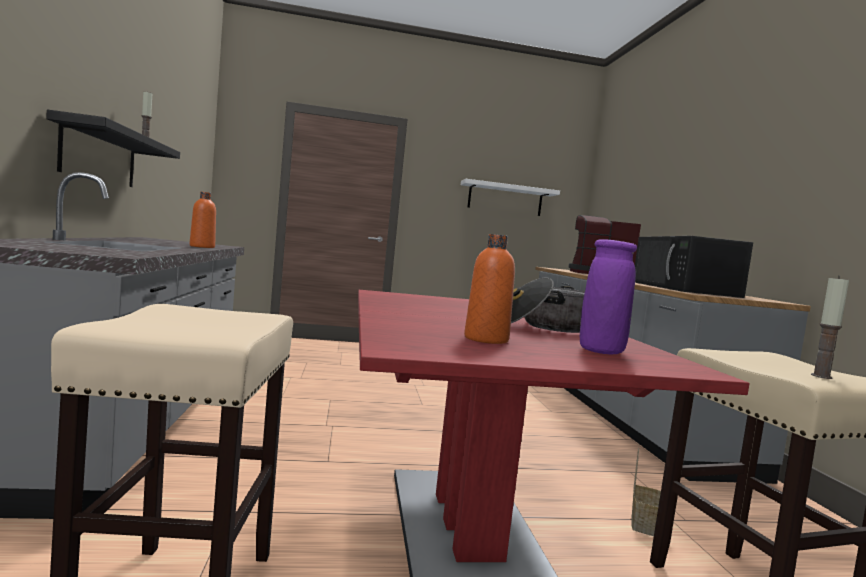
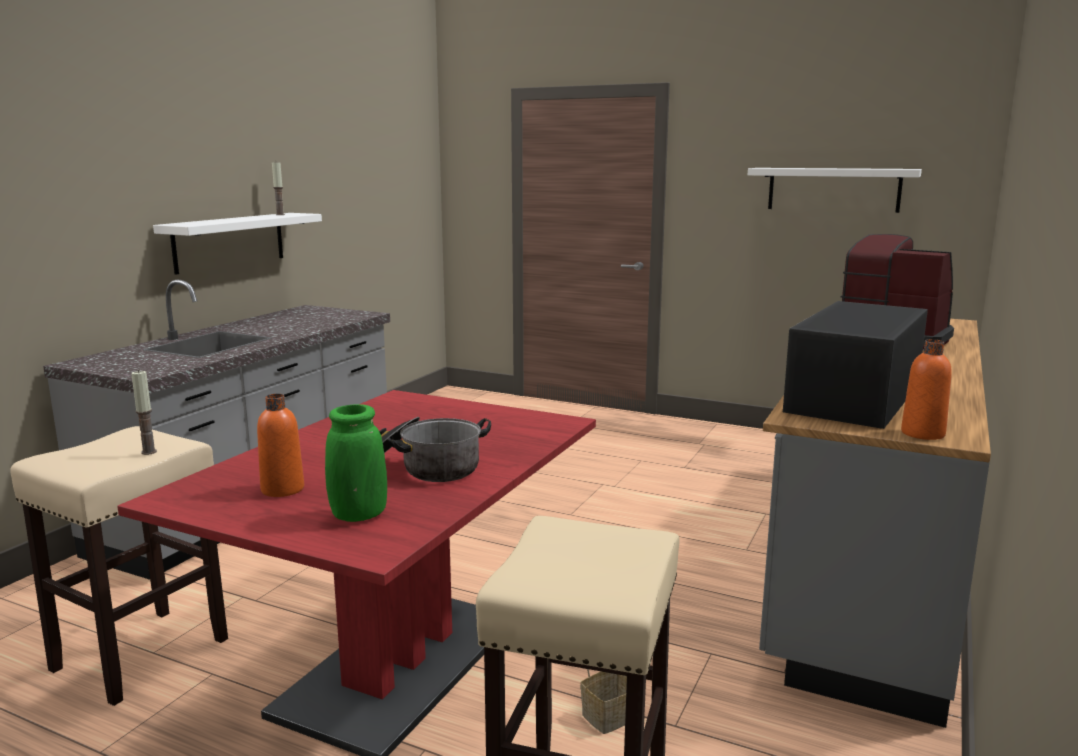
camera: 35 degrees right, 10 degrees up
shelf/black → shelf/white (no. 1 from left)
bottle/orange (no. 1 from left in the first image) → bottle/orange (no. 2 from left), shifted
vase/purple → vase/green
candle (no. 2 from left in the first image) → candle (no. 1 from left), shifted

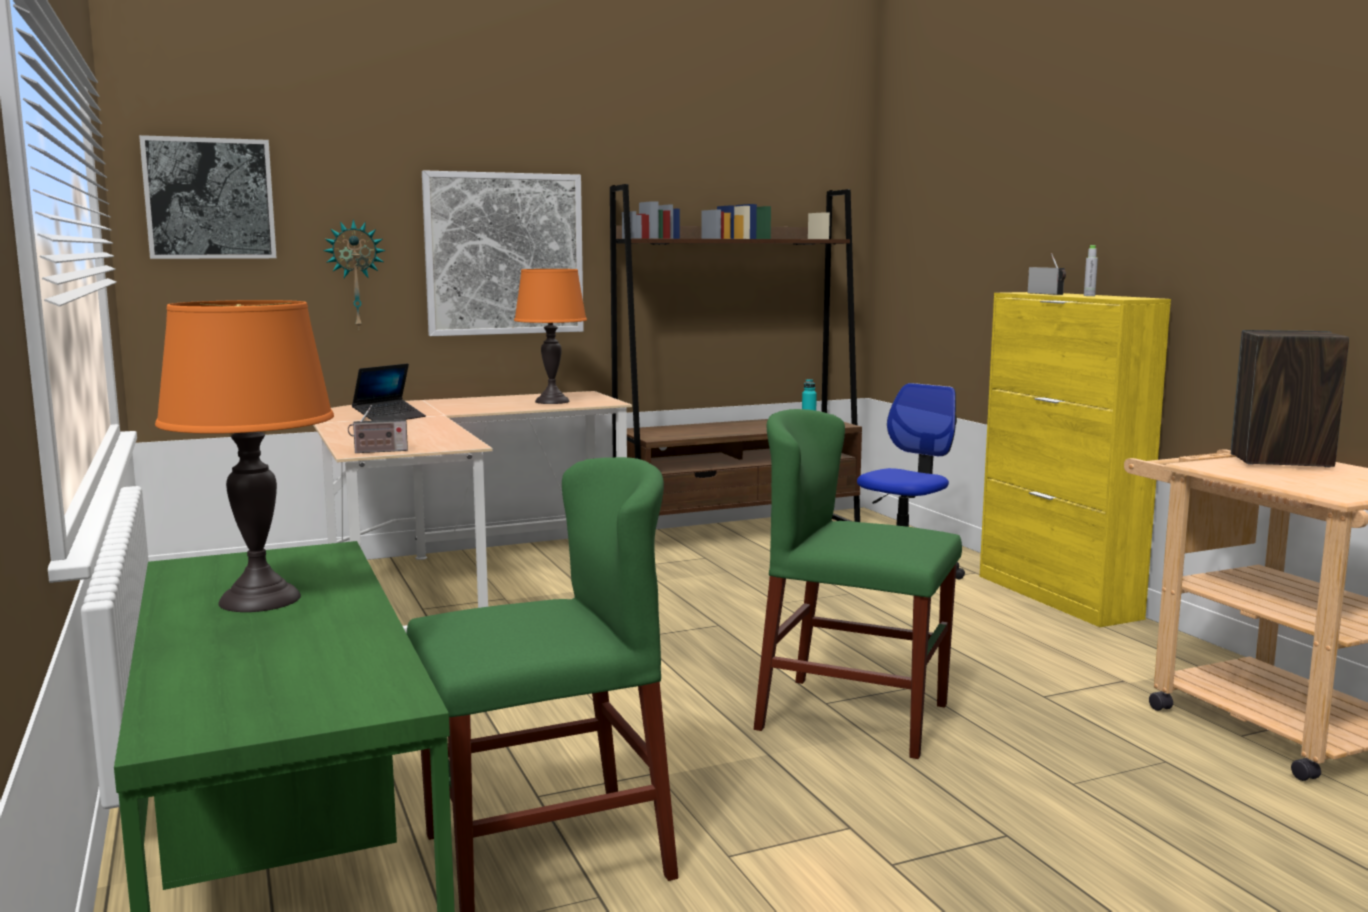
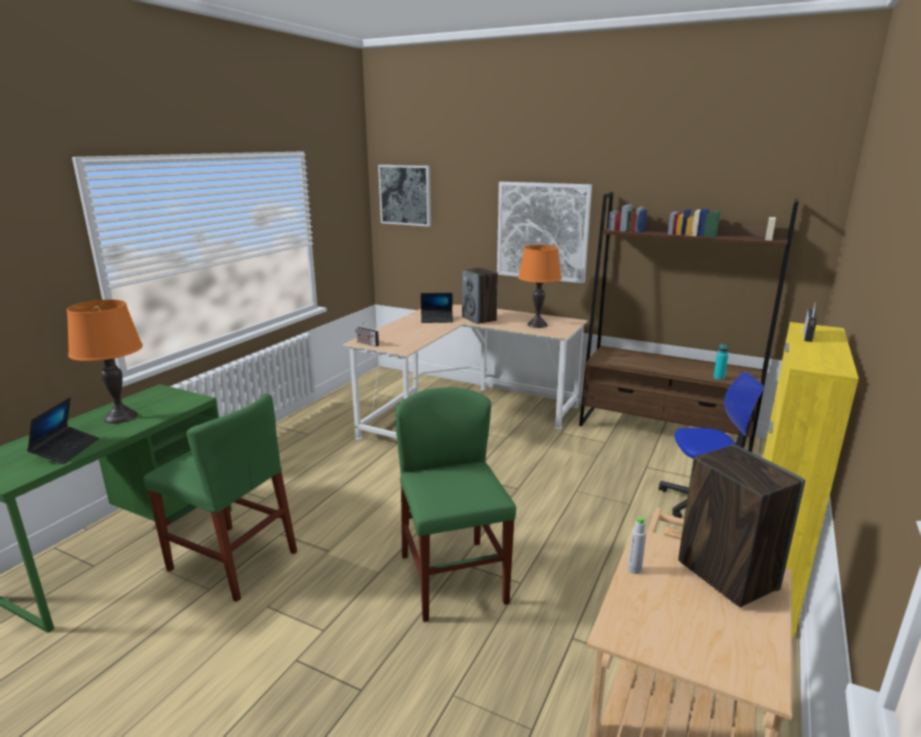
camera: 50 degrees right, 10 degrees up
wall clock → -
bottle/grey, shifted
- → laptop (no. 1 from left)
- → speaker (no. 1 from left)

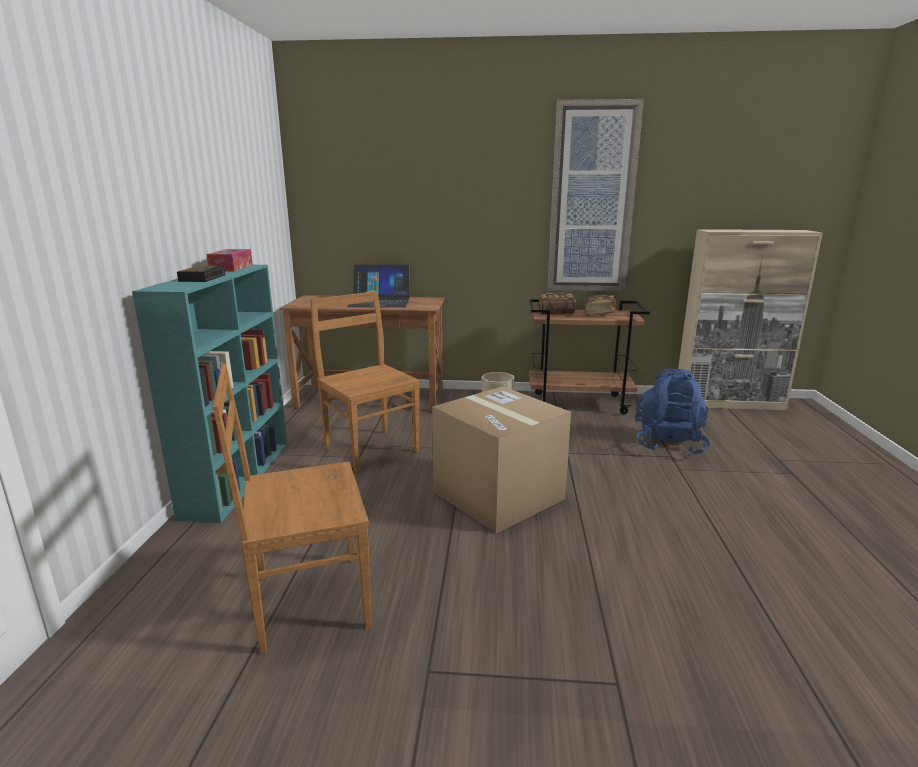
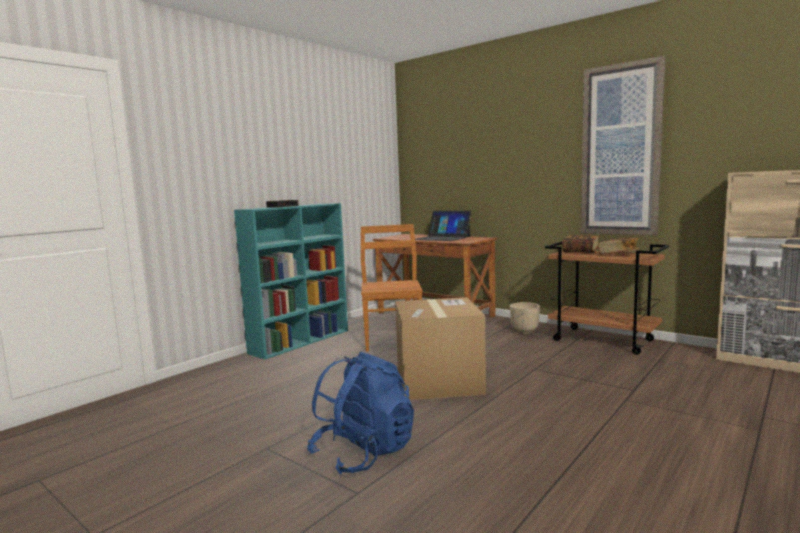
camera: 35 degrees right, 10 degrees down
tissue box → -
chair/brown (no. 1 from left) → -
backpack/blue, shifted

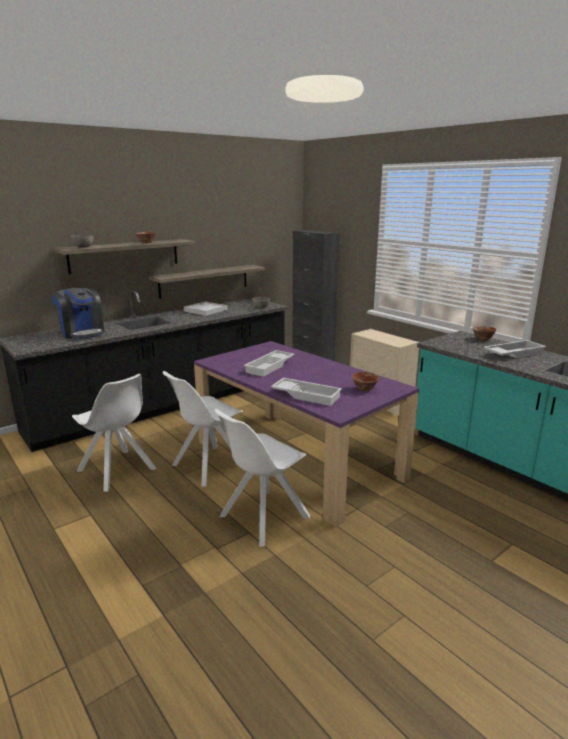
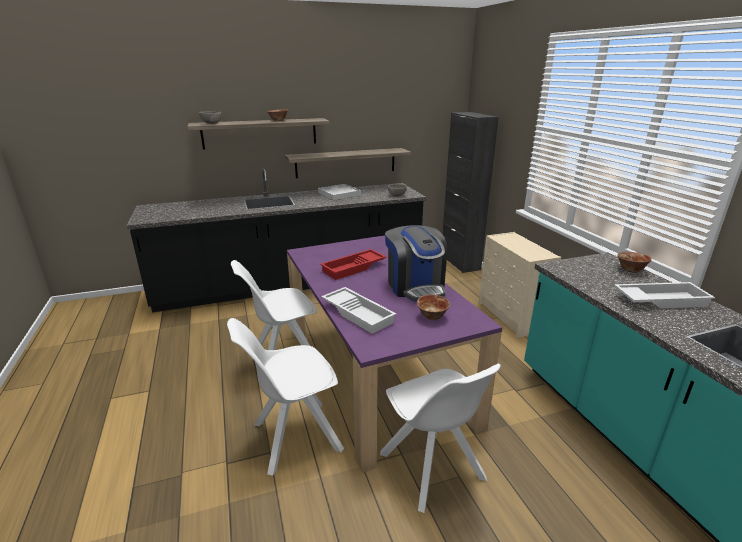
camera: 20 degrees right, 5 degrees up
coffee machine, shifted
chair/white (no. 1 from left in the first image) → chair/white (no. 3 from left), shifted
tray/white (no. 2 from left) → tray/red

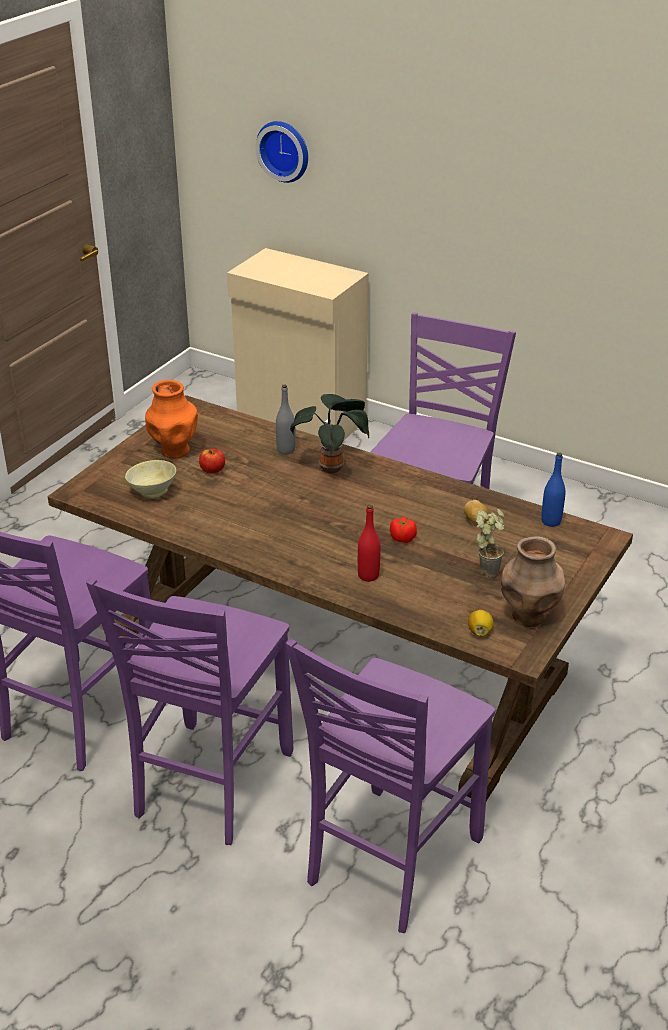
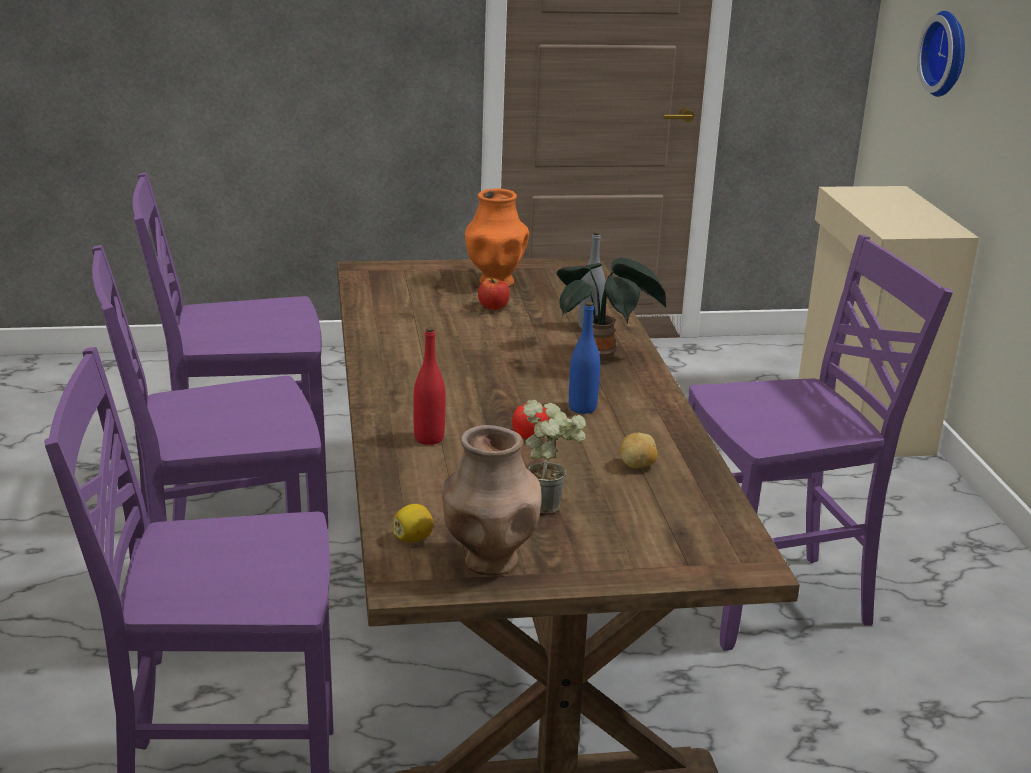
camera: 50 degrees right, 10 degrees down
bowl/beige → -
bottle/blue, shifted

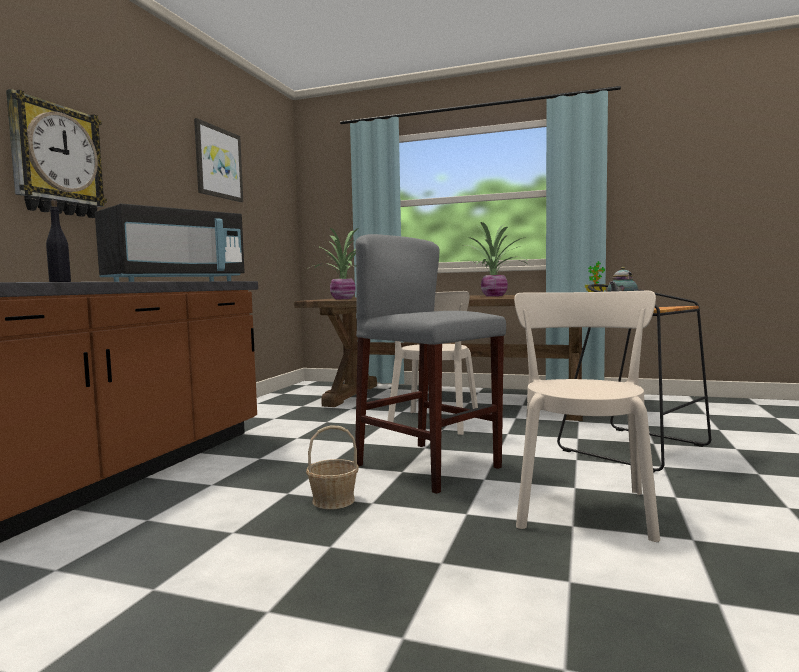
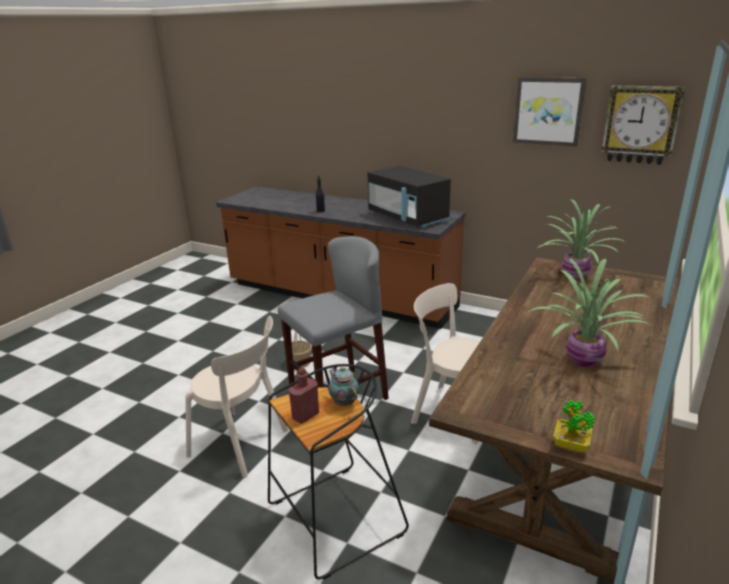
camera: 100 degrees right, 20 degrees up
wall clock, shifted
- → bottle/red

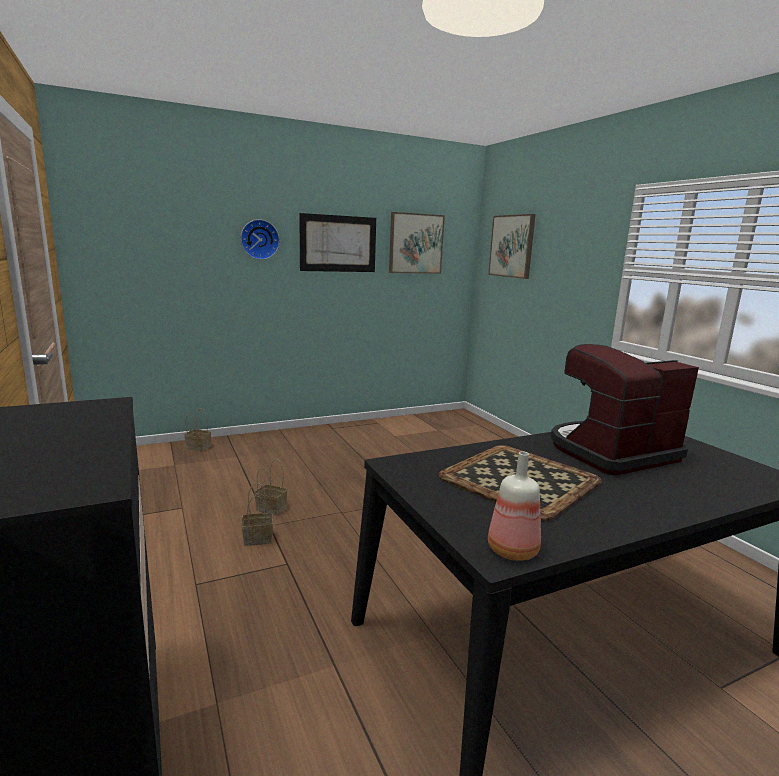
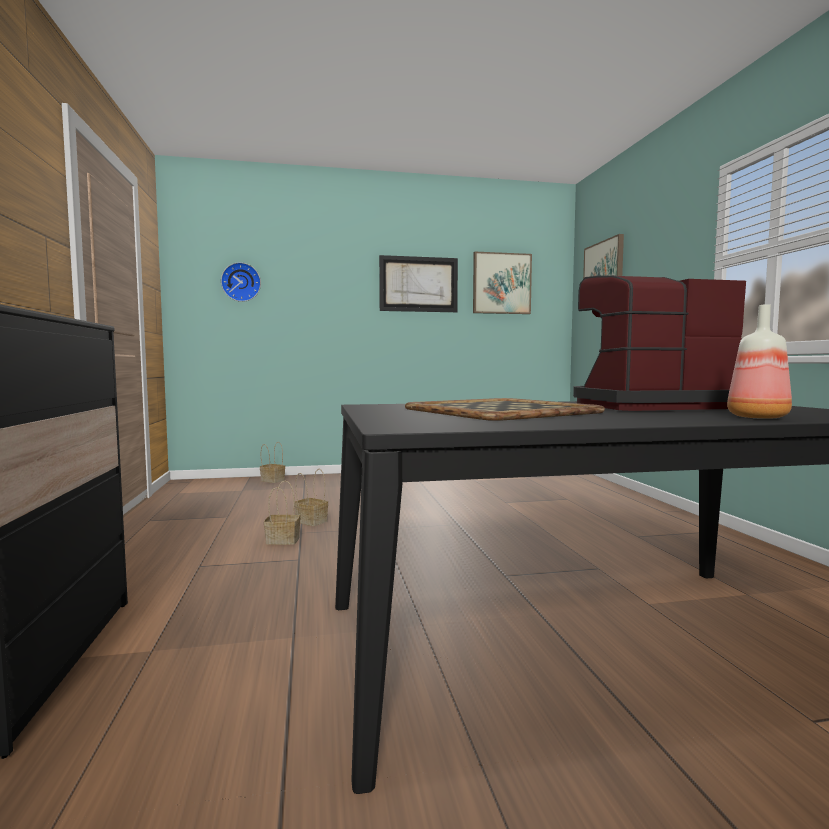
camera: 15 degrees right, 10 degrees down
wall clock, shifted
bottle, shifted

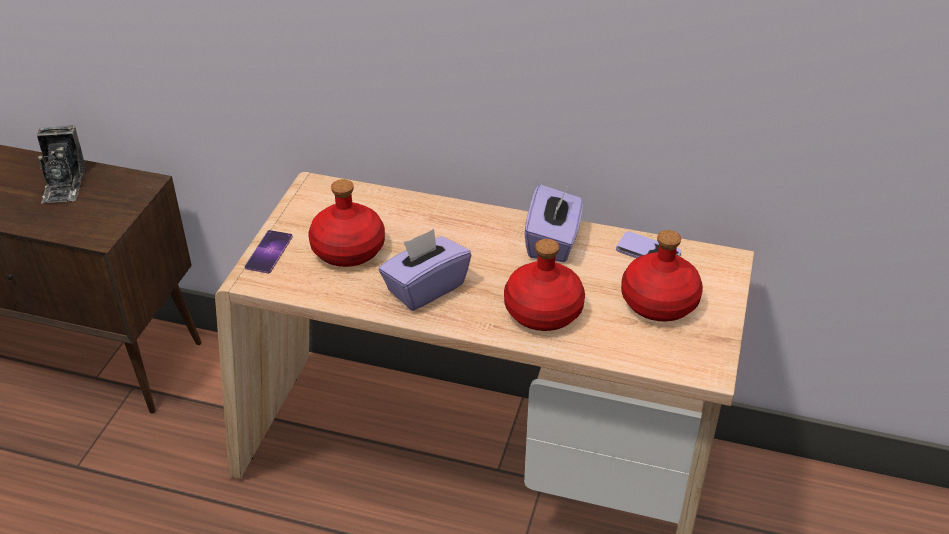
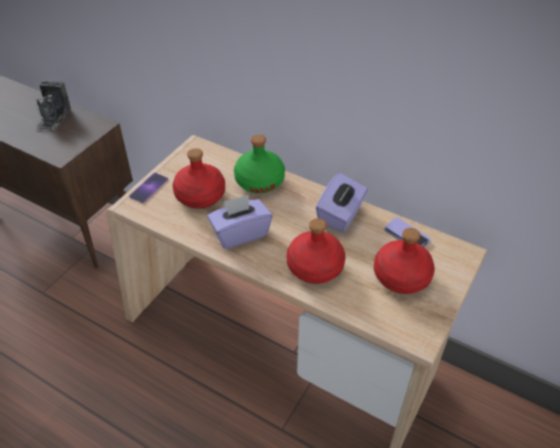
camera: 15 degrees right, 5 degrees up
- → bottle/green

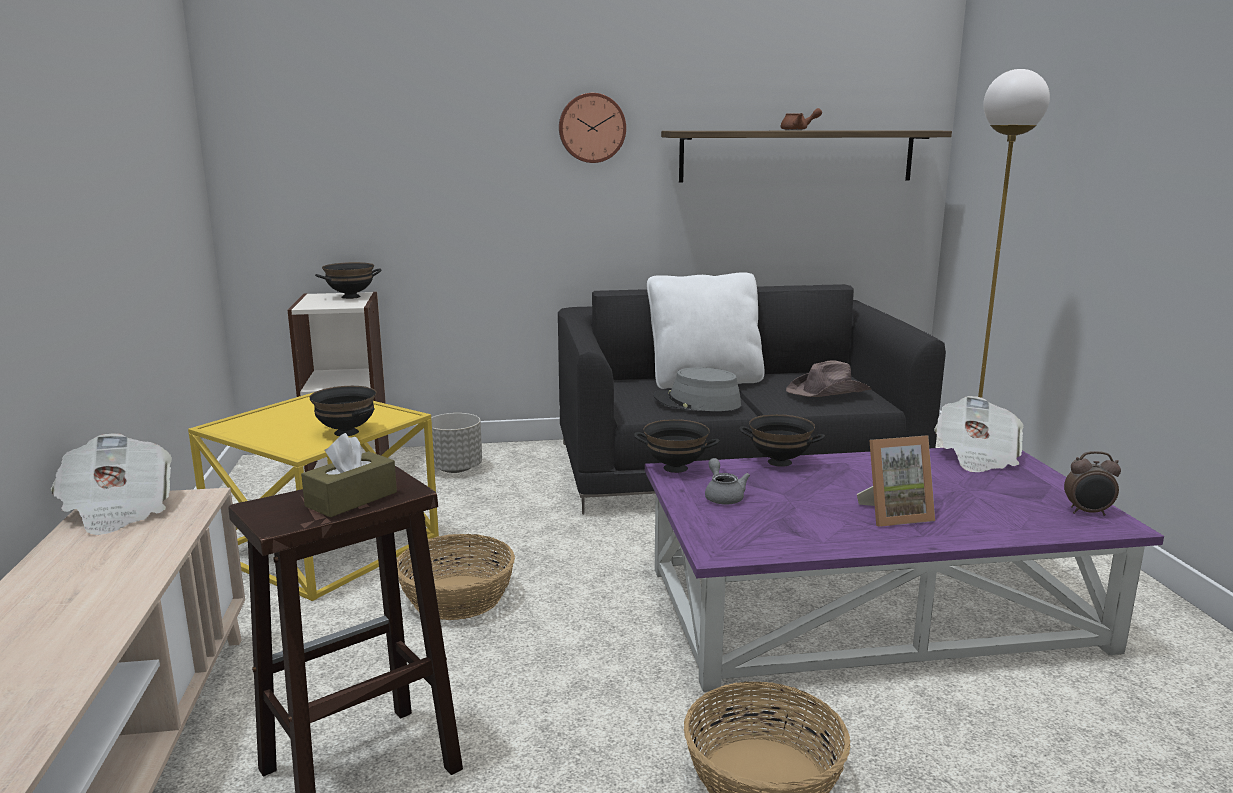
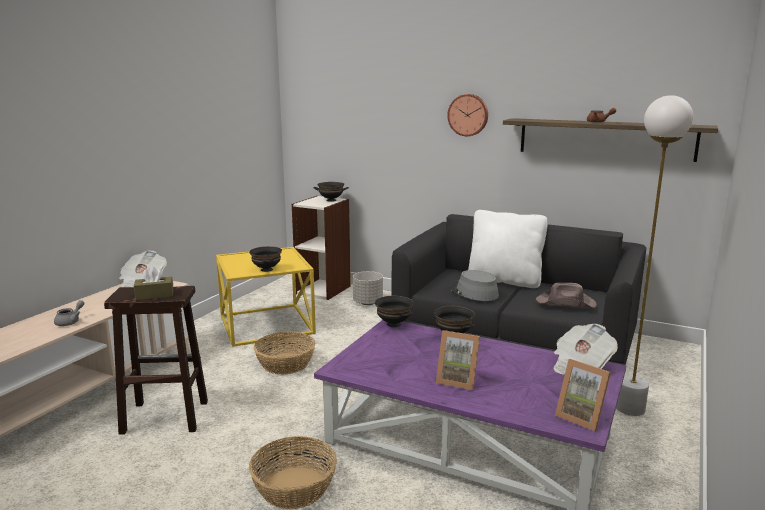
camera: 35 degrees right, 0 degrees up
teapot/grey, shifted
alarm clock → picture frame (no. 2 from left)

